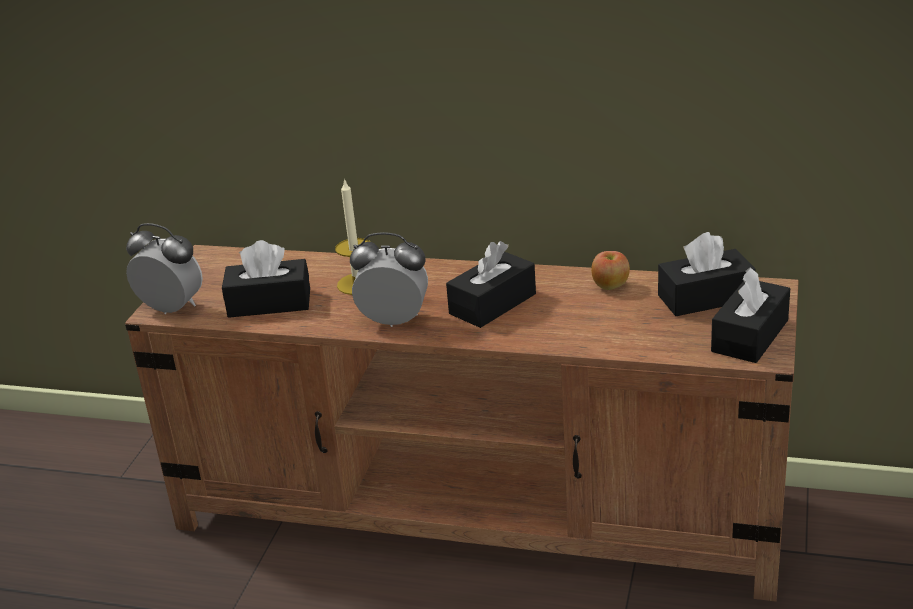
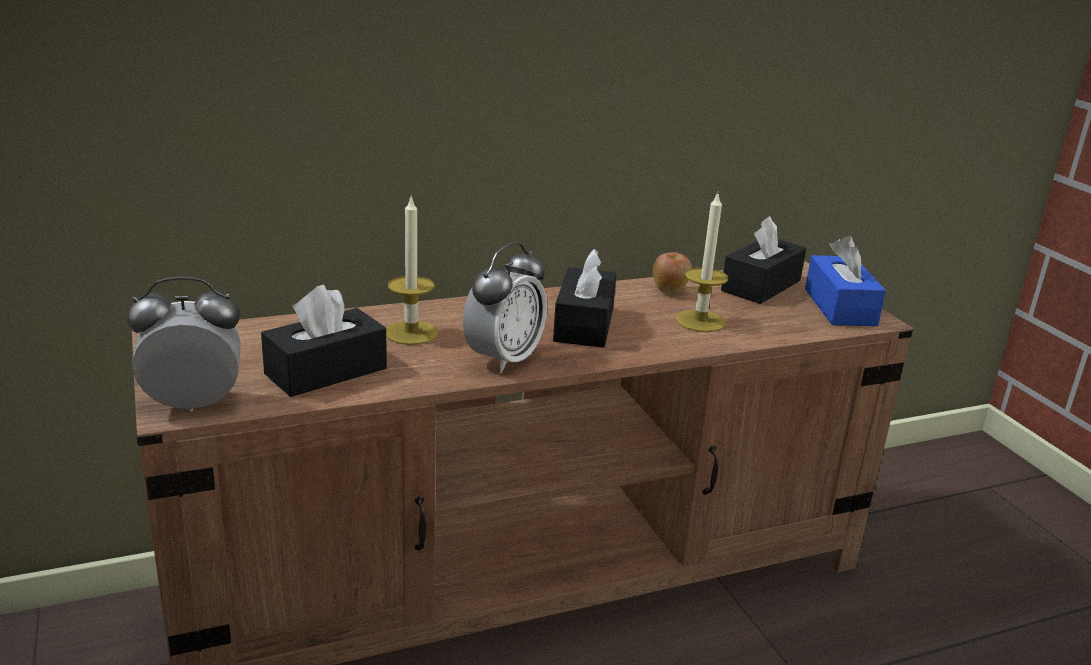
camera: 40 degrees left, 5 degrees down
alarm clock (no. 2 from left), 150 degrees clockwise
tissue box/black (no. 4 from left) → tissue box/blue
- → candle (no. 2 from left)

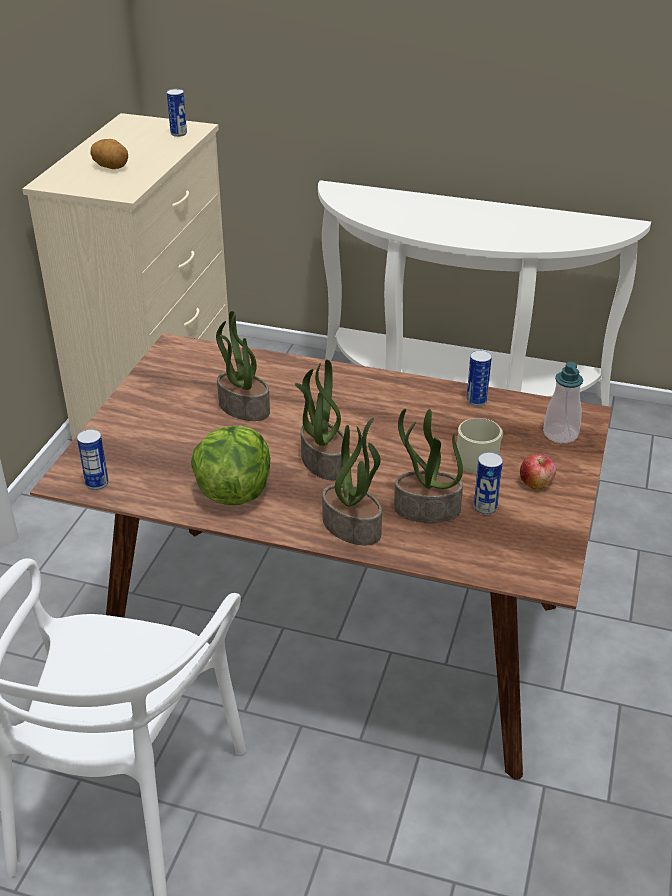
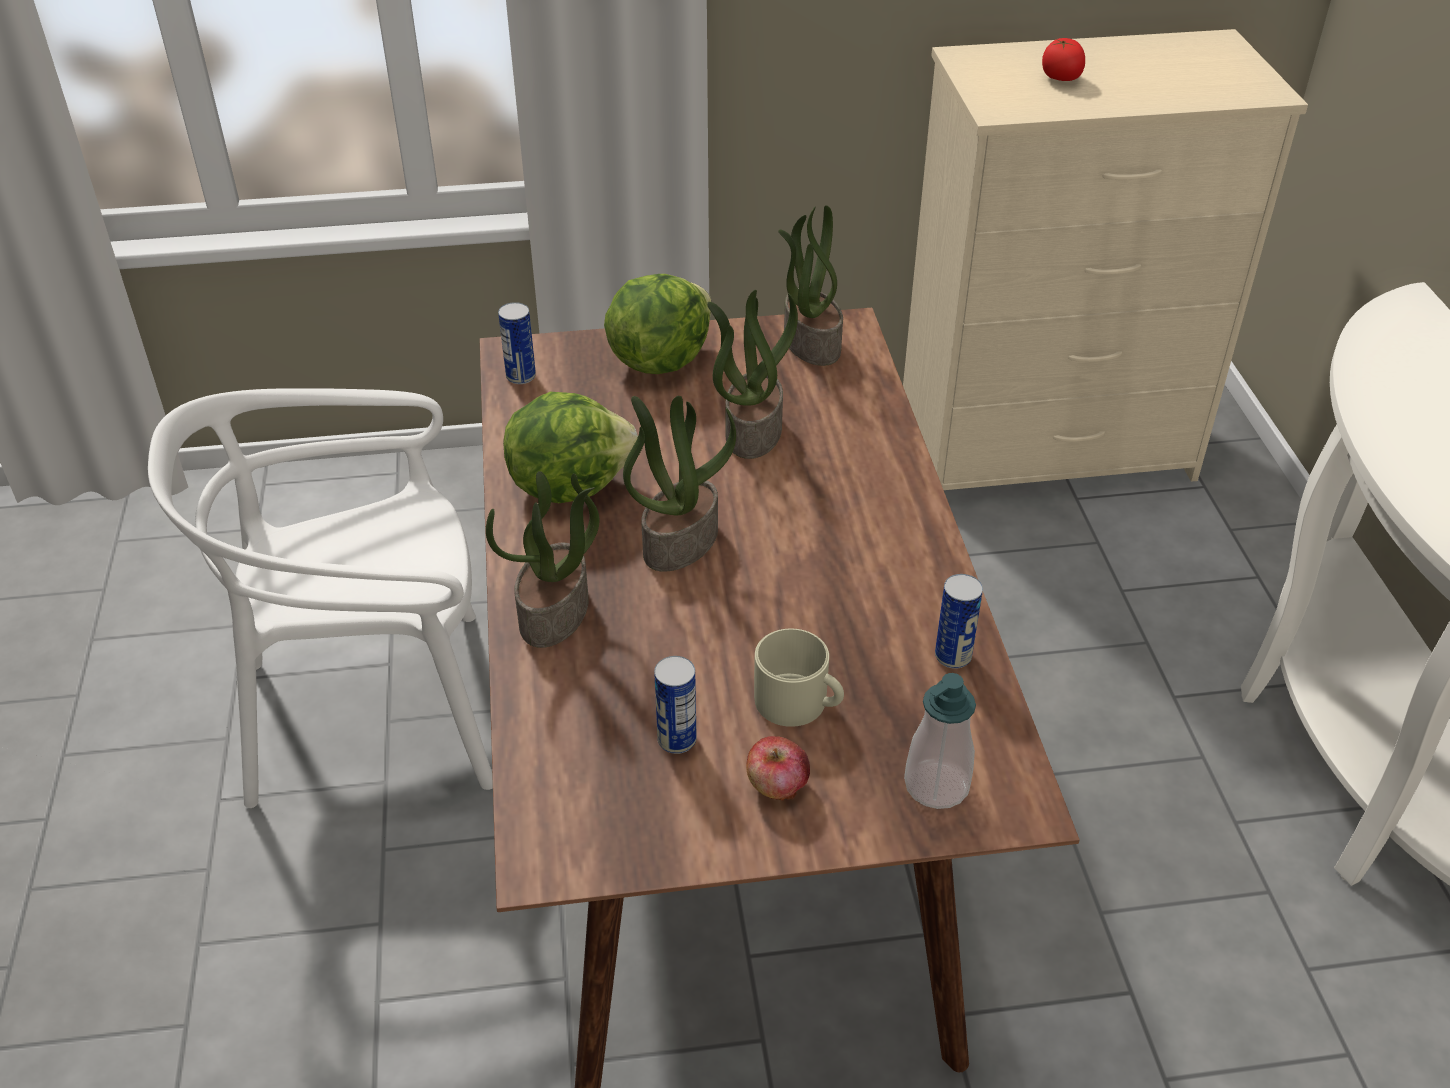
camera: 65 degrees right, 5 degrees up
potato → tomato
can (no. 2 from left) → -
potted plant (no. 4 from left), shifted
- → lettuce (no. 2 from left)

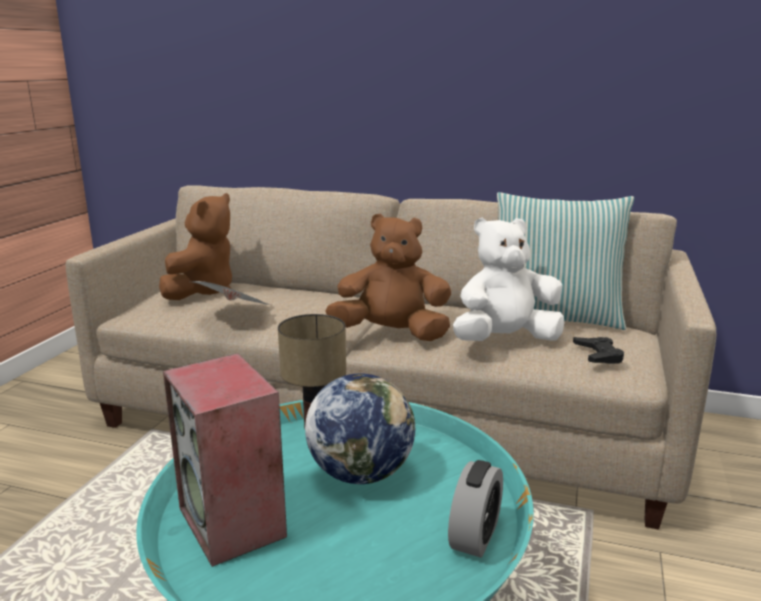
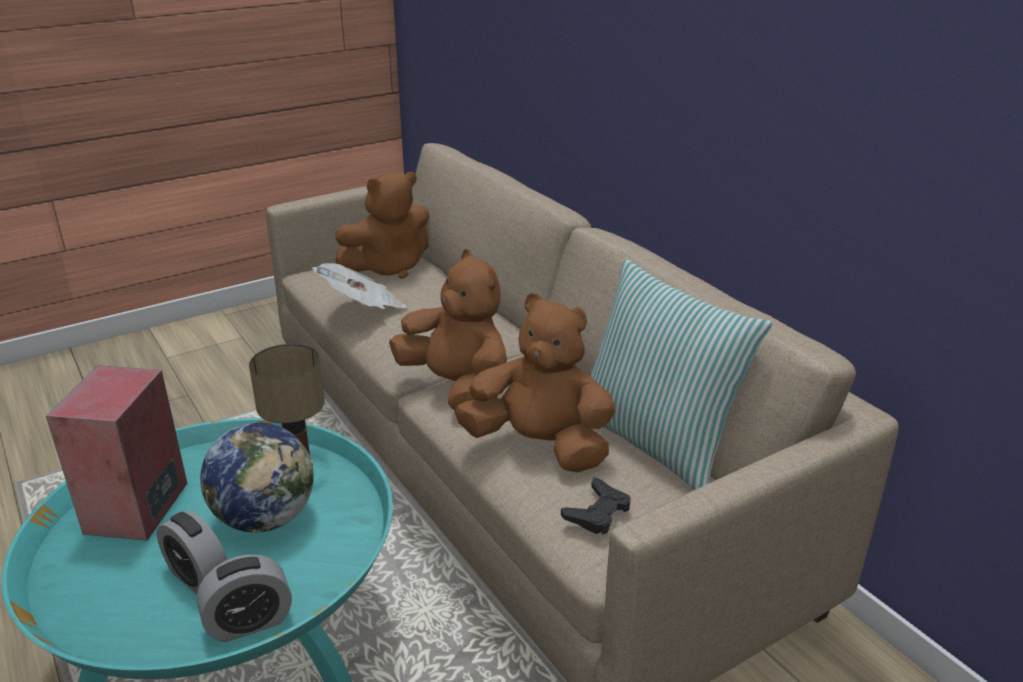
camera: 40 degrees right, 10 degrees up
plush toy/white → plush toy/brown (no. 3 from left)
- → alarm clock (no. 1 from left)

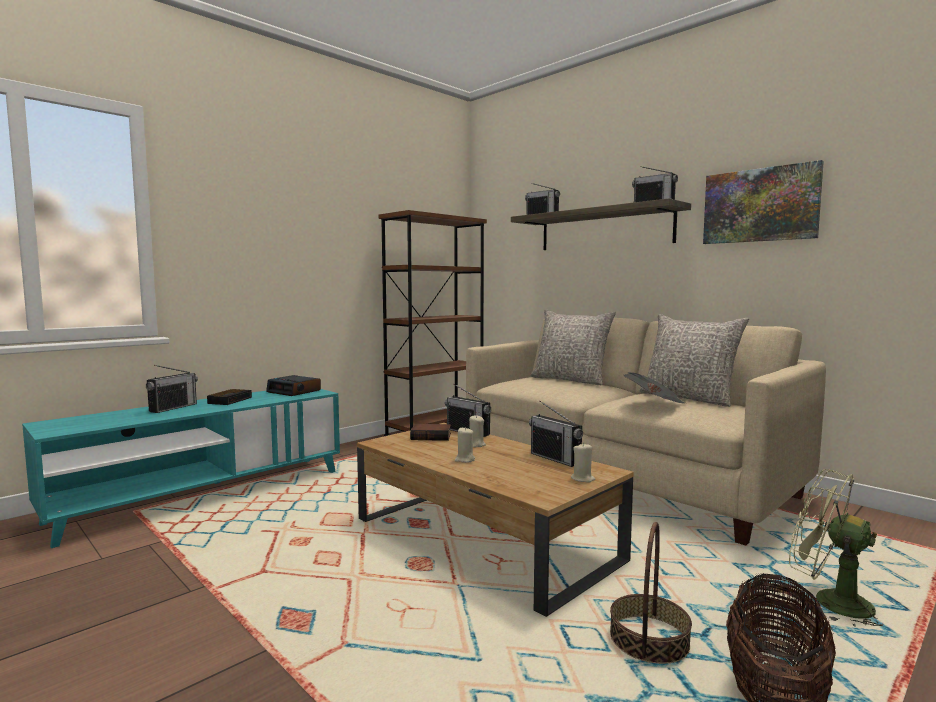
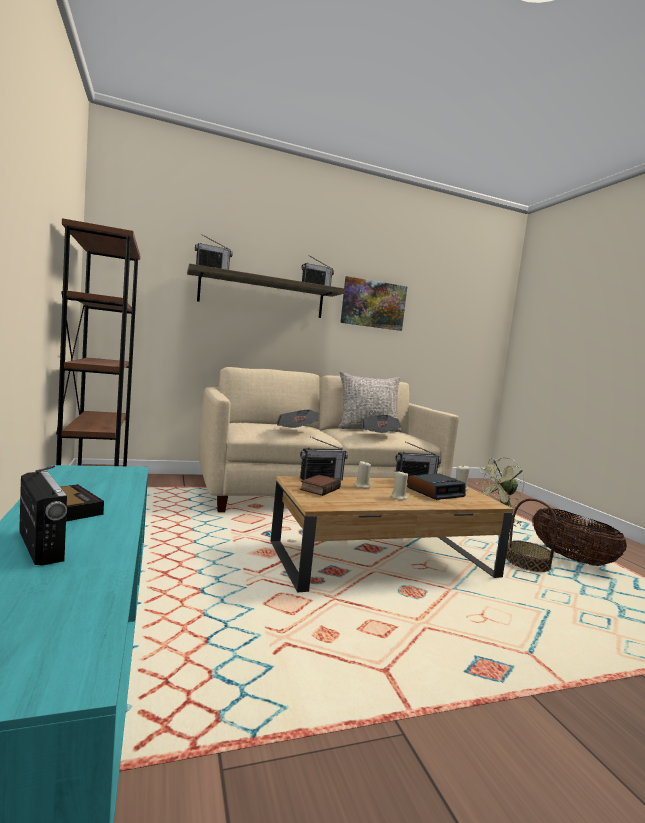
camera: 65 degrees left, 0 degrees up
alarm clock (no. 2 from left), shifted
pillow/grey (no. 1 from left) → -
- → newspaper (no. 1 from left)

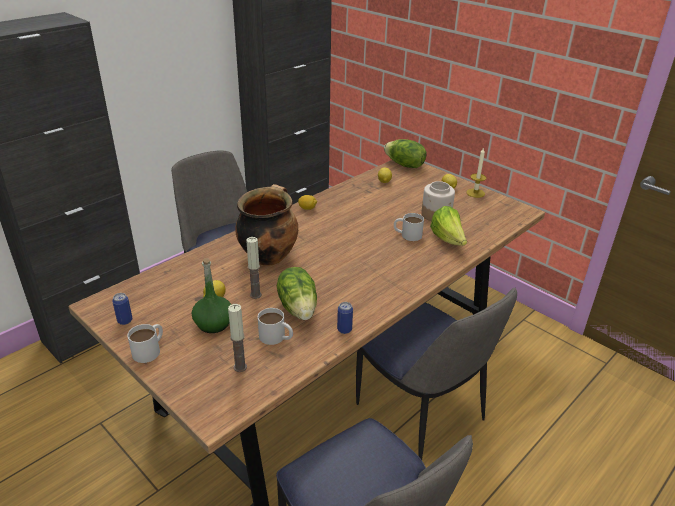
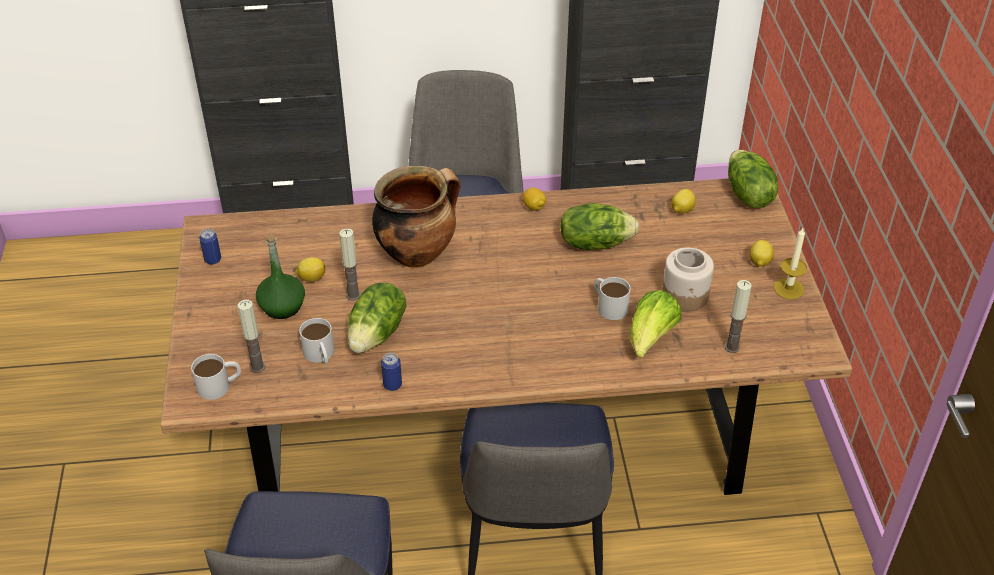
camera: 40 degrees right, 10 degrees up
mug/white (no. 1 from left), shifted
- → lettuce (no. 2 from left)
- → candle (no. 3 from left)

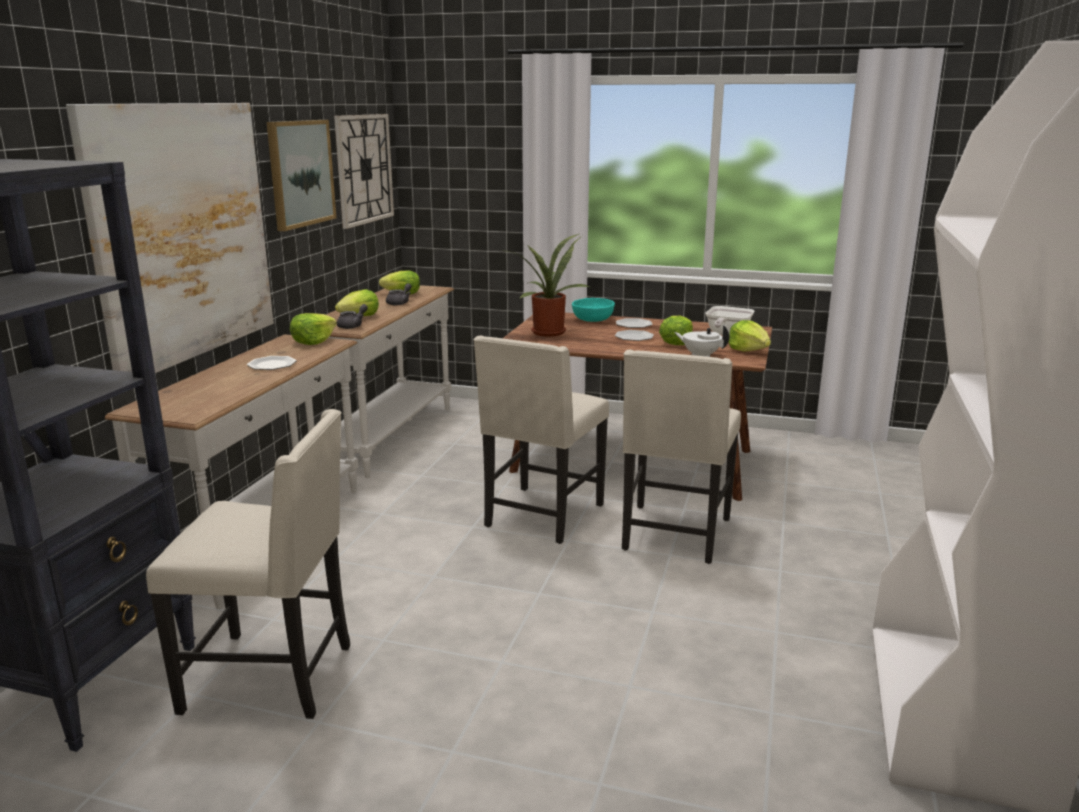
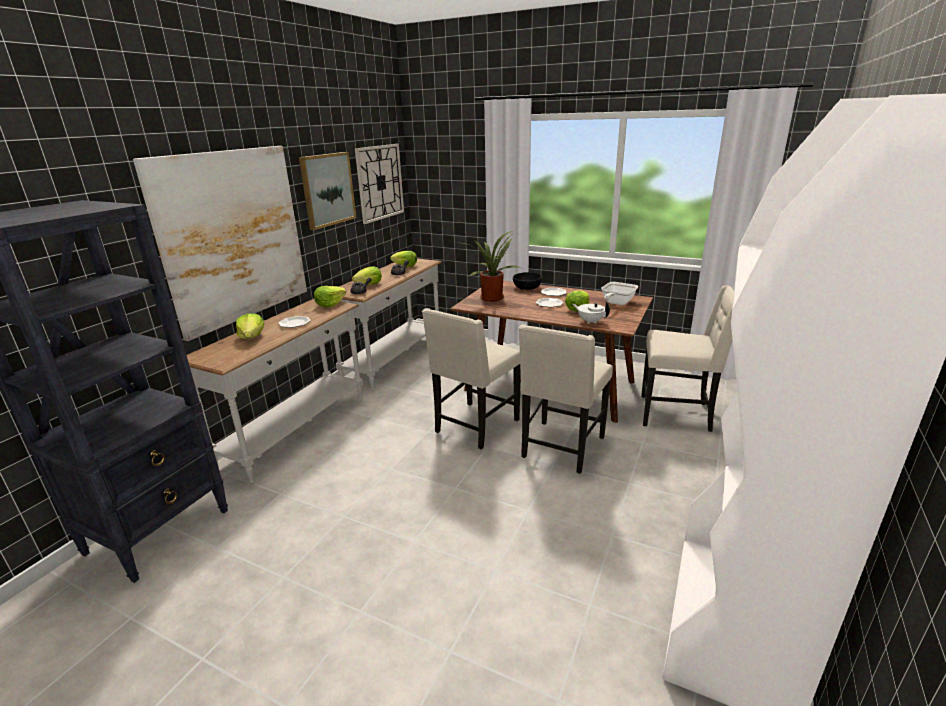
camera: 10 degrees right, 5 degrees up
chair/beige (no. 1 from left in the first image) → chair/beige (no. 3 from left), shifted
bowl/turquoise → bowl/black
lettuce (no. 5 from left in the first image) → lettuce (no. 1 from left), shifted

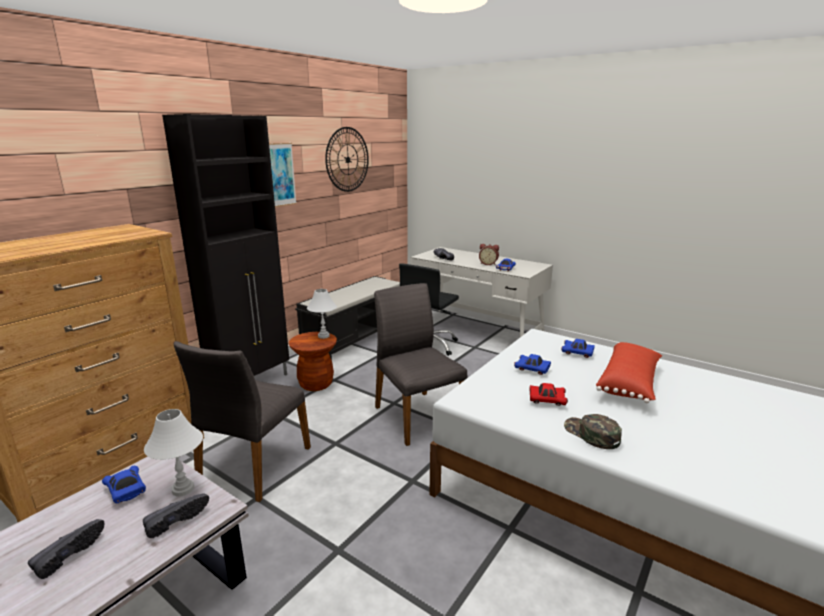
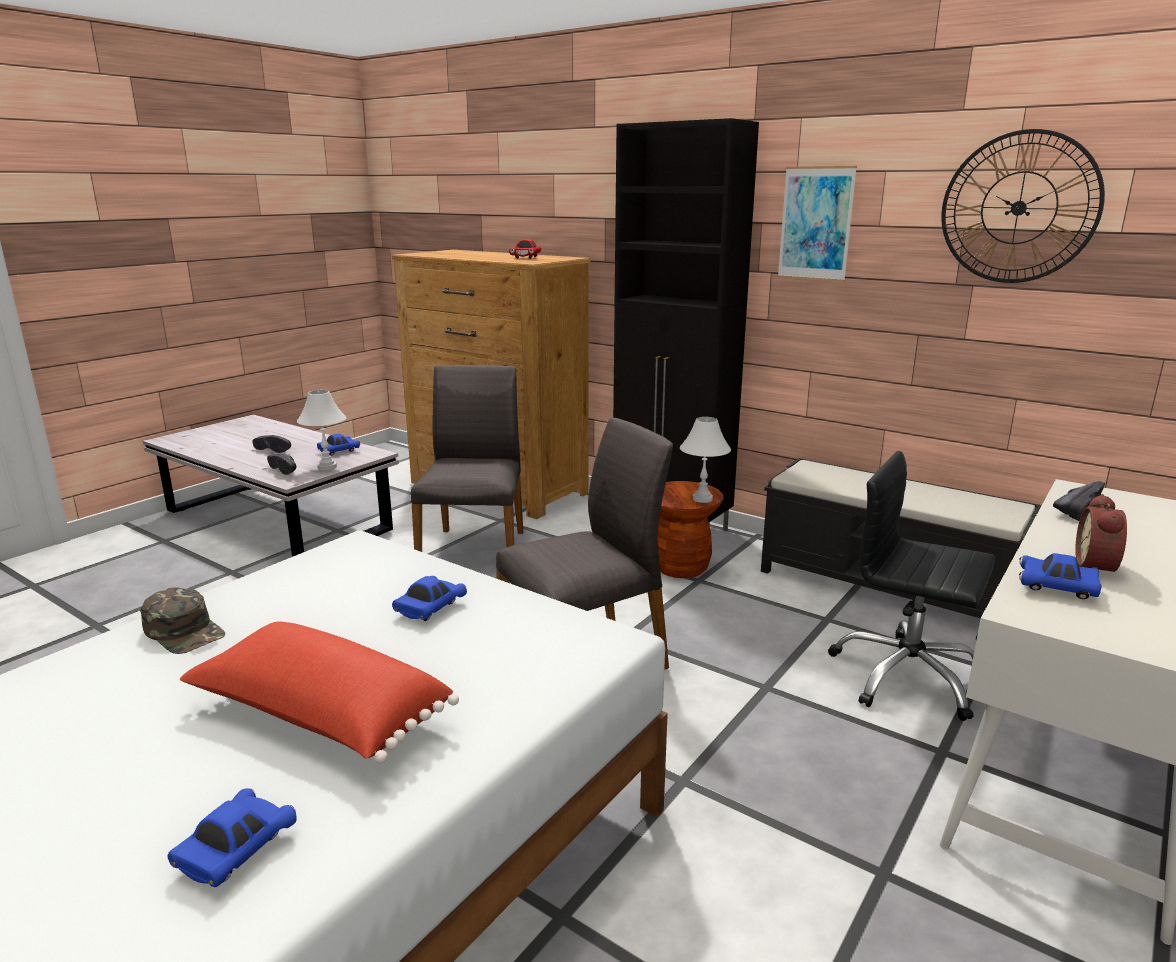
camera: 90 degrees right, 0 degrees up
chair/grey (no. 1 from left), 75 degrees clockwise
toy car/red, shifted
toy car/blue (no. 4 from left in the first image) → toy car/blue (no. 1 from left), shifted
cap/green, 75 degrees clockwise

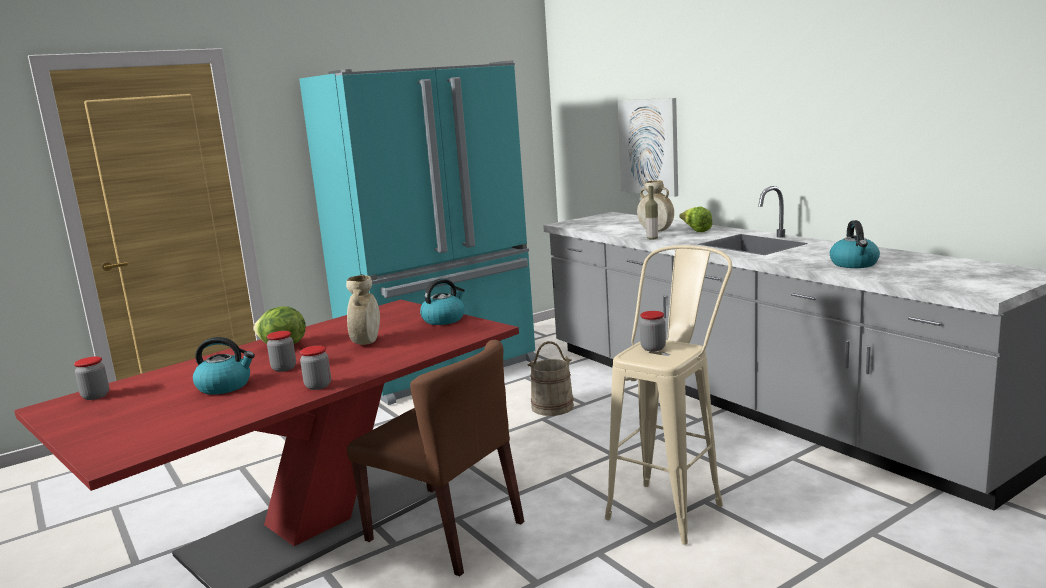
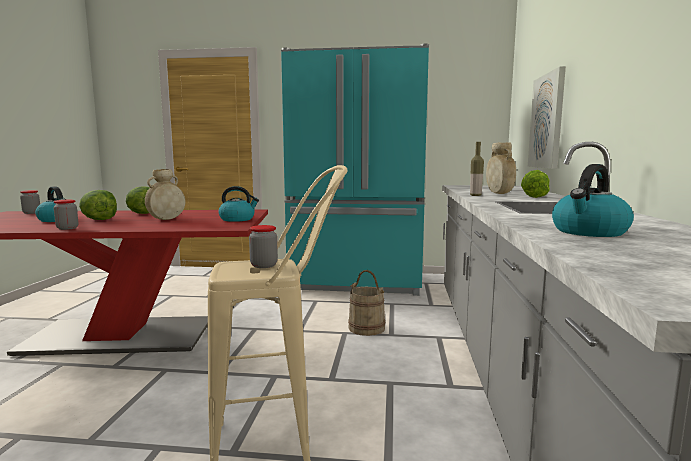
camera: 40 degrees right, 5 degrees down
jar (no. 2 from left) → lettuce (no. 1 from left)
chair/brown → -

